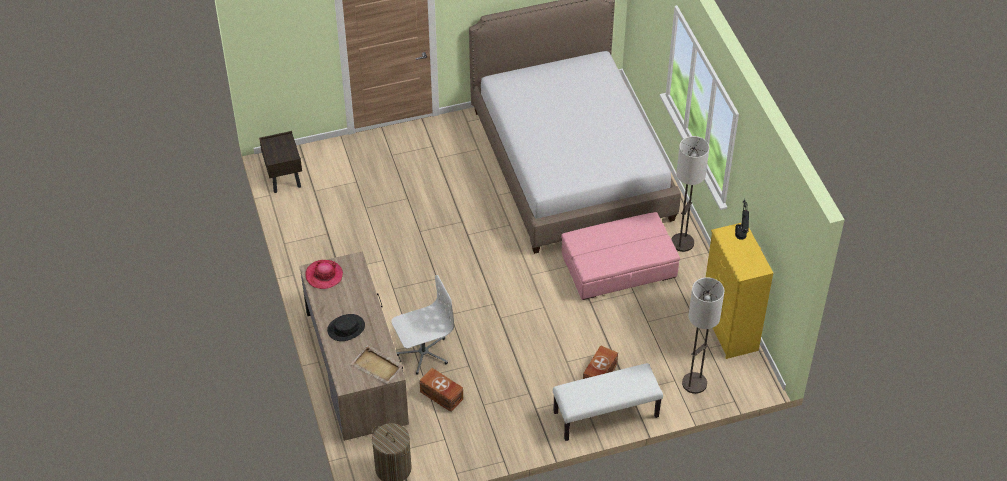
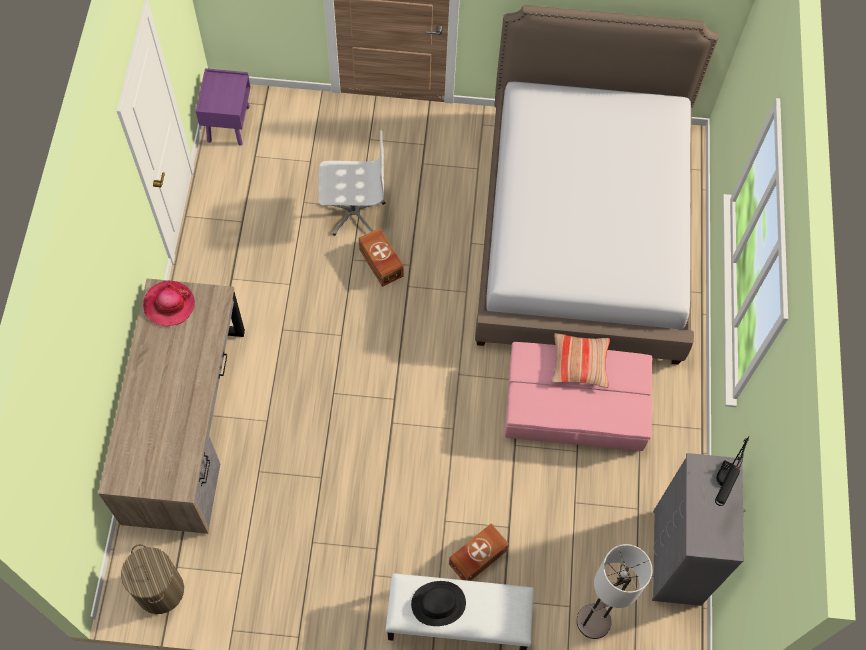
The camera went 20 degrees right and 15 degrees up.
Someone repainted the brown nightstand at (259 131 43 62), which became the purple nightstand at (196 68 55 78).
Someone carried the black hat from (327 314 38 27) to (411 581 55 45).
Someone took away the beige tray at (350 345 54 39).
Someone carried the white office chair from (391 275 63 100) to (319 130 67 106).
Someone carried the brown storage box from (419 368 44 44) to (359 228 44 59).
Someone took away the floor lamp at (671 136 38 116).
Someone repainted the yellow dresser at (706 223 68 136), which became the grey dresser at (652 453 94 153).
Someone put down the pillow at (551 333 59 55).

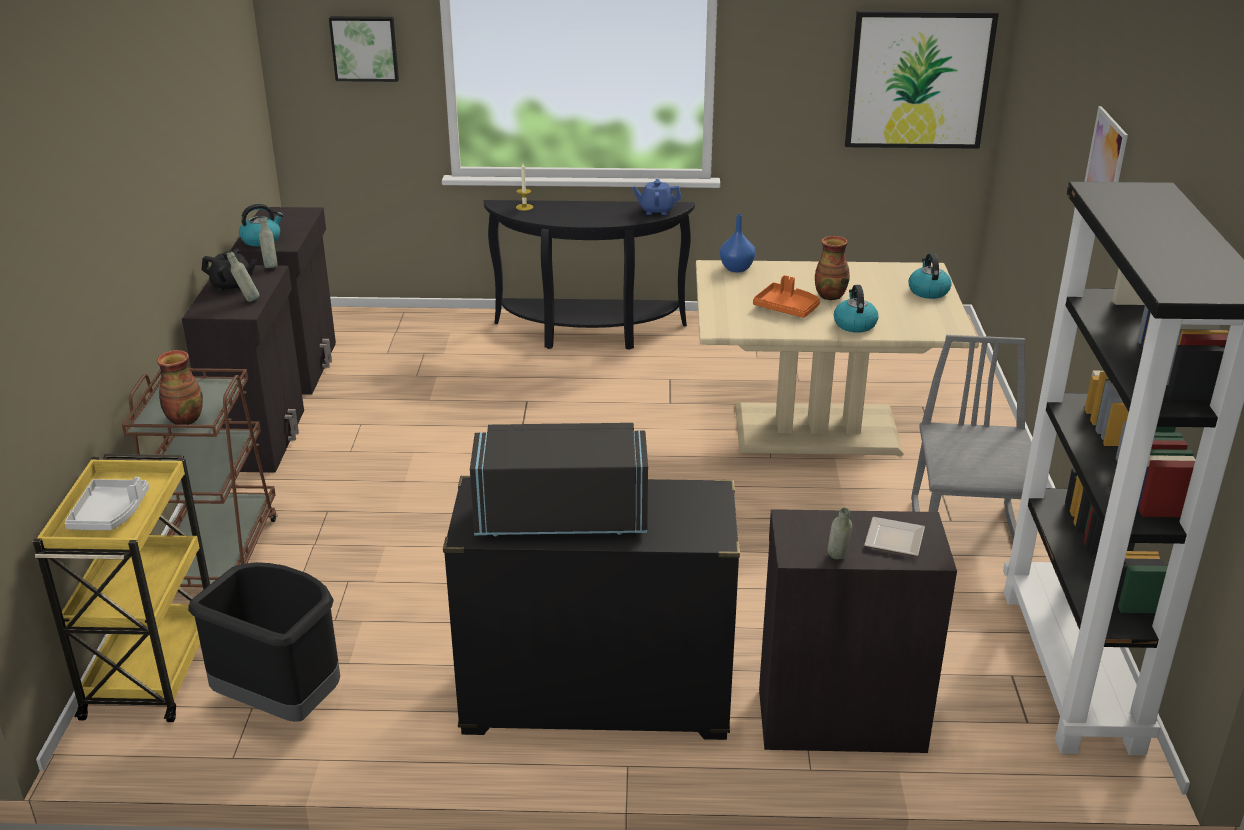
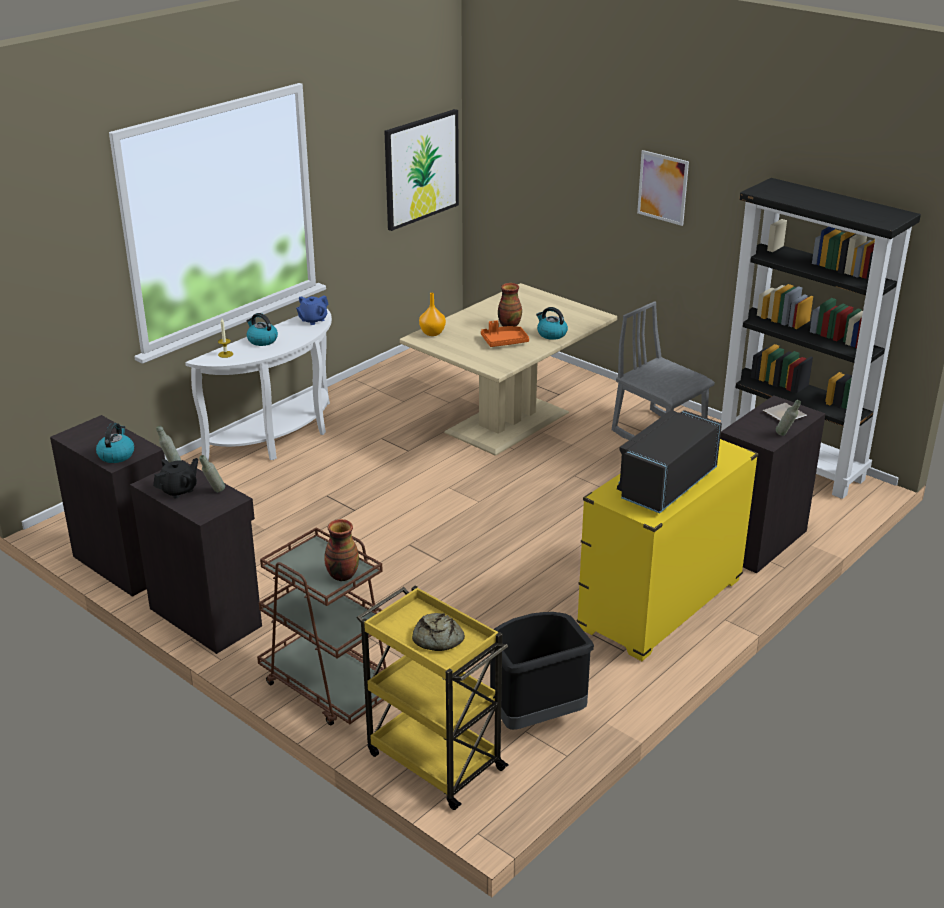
The camera went 50 degrees left and 0 degrees up.
Someone swapped the grey tray at (65 477 84 53) for the bread at (412 613 53 38).
Someone took away the picture at (329 16 70 66).
Someone repainted the black dresser at (443 476 297 264), which became the yellow dresser at (577 439 181 222).
Someone repainted the black console table at (484 200 211 150), which became the white console table at (185 309 147 153).
Someone repainted the blue vase at (720 214 35 58), which became the orange vase at (419 293 27 43).
Someone carried the kettle from (908 253 44 46) to (246 313 32 33).

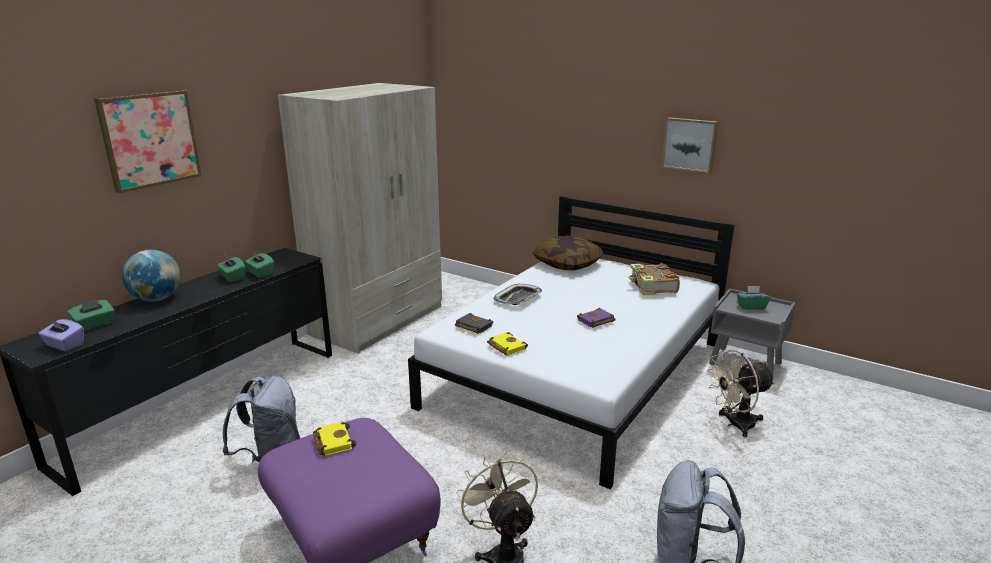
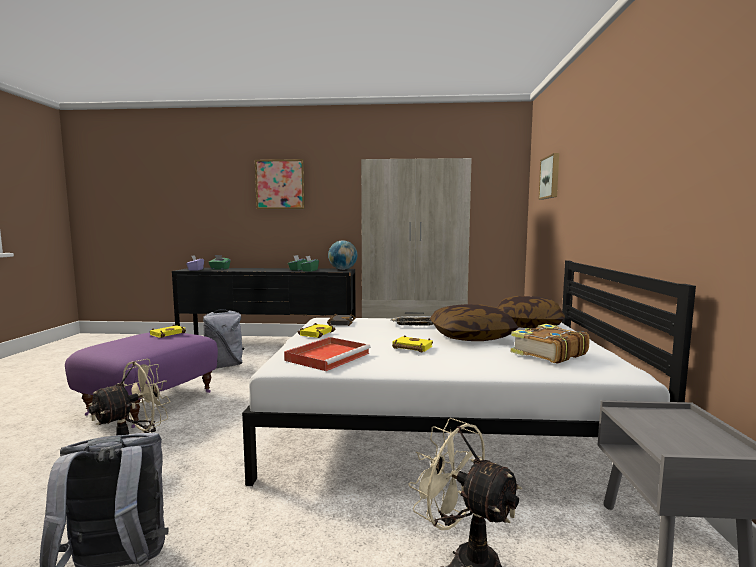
The camera went 60 degrees right and 15 degrees down.
Someone carried the globe from (122 250 59 51) to (328 240 29 30).
Someone repainted the purple book at (577 308 39 20), which became the yellow book at (392 335 41 17).
Someone carried the picture from (662 117 56 56) to (538 153 21 47).
Someone took away the green tissue box at (737 286 34 24).
Someone put down the red tray at (284 337 87 34).
Someone put down the pillow at (430 304 88 37).

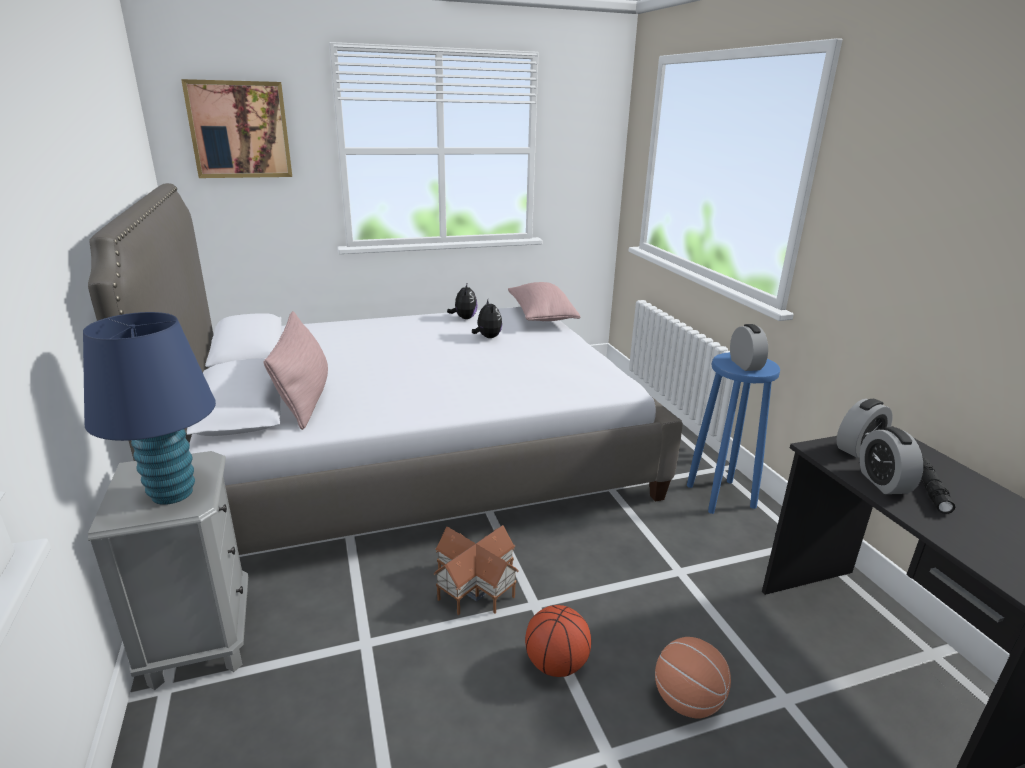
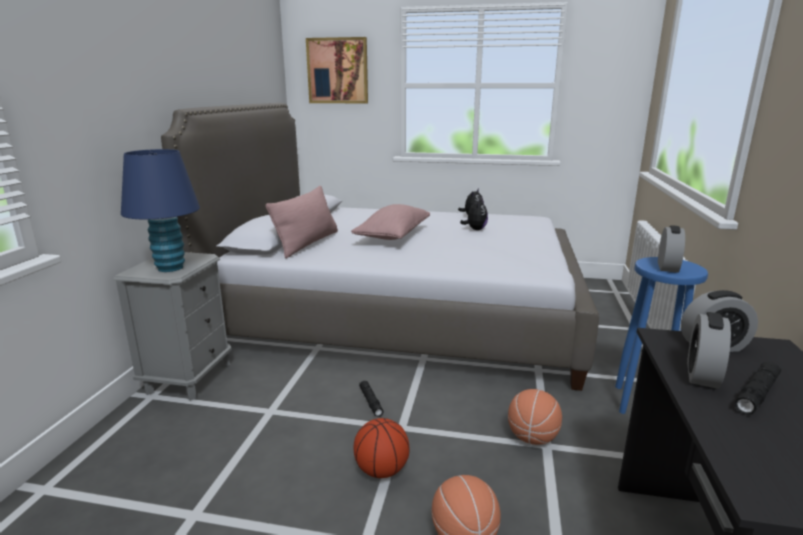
The camera went 30 degrees right and 5 degrees down.
Someone swapped the toy house at (434 525 85 90) for the black flashlight at (359 381 24 36).
Someone carried the pink pillow from (508 282 73 39) to (351 204 79 36).
Someone put down the basketball at (508 389 54 56).

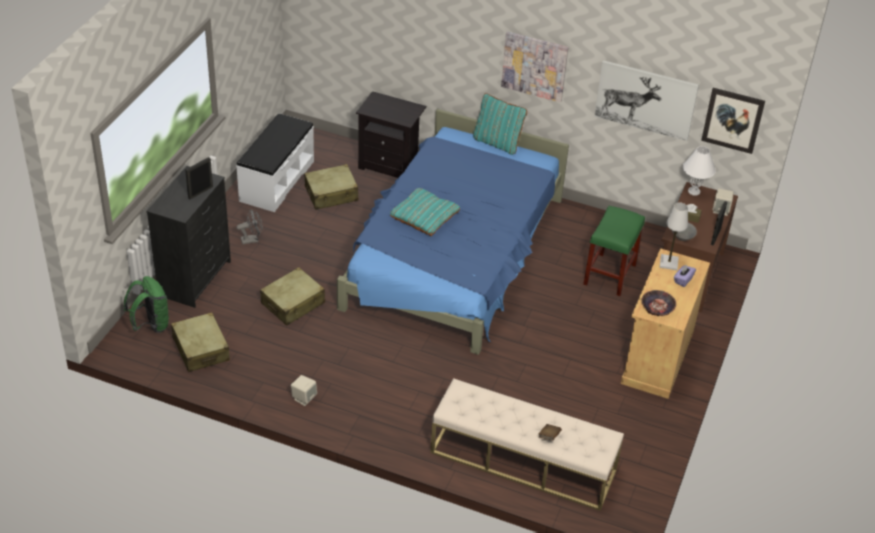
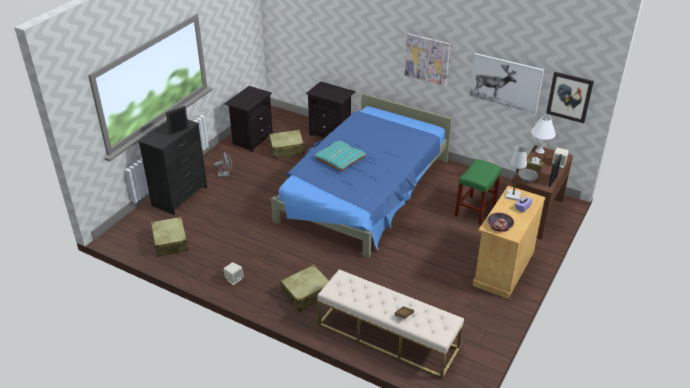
The camera went 10 degrees right and 5 degrees down.
Someone took away the green backpack at (124 276 45 57).
Someone swapped the white bench at (236 114 78 98) for the black nightstand at (224 86 49 67).
Someone carried the beige suitcase from (260 267 65 59) to (280 264 49 48).
Someone took away the turquoise pillow at (473 93 54 62).

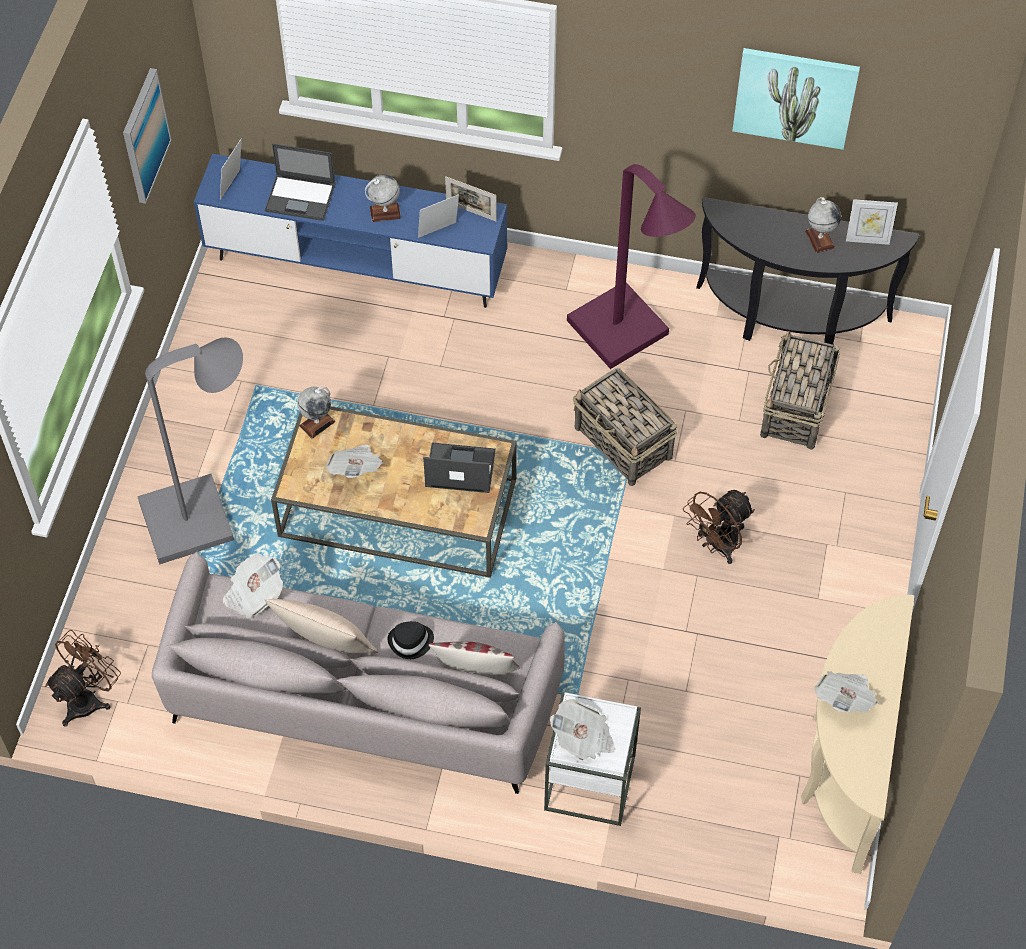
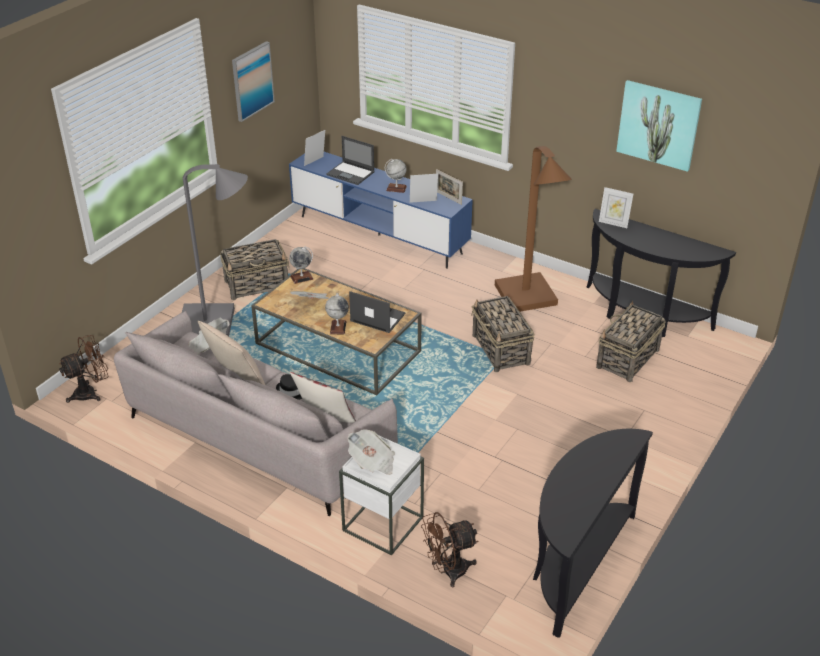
The camera went 20 degrees right and 20 degrees down.
Someone repainted the purple floor lamp at (567 164 129 205), which became the brown floor lamp at (495 146 77 166).
Someone carried the brown fan from (683 490 72 74) to (421 512 57 75).
Someone repainted the beige console table at (801 595 113 279), which became the black console table at (533 429 120 209).
Someone carried the globe from (805 197 36 56) to (325 293 24 42).
Someone took away the newspaper at (814 671 63 42).
Someone carried the picture frame from (846 199 52 46) to (599 187 34 41).
Someone put down the basket at (220 239 69 61).

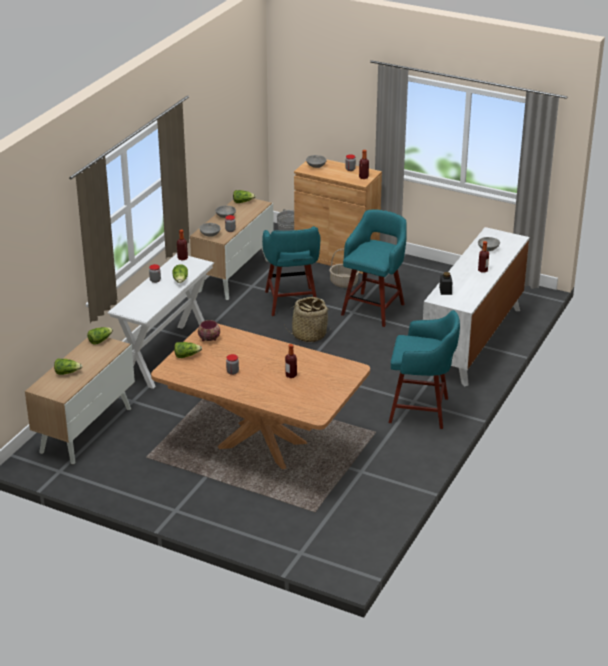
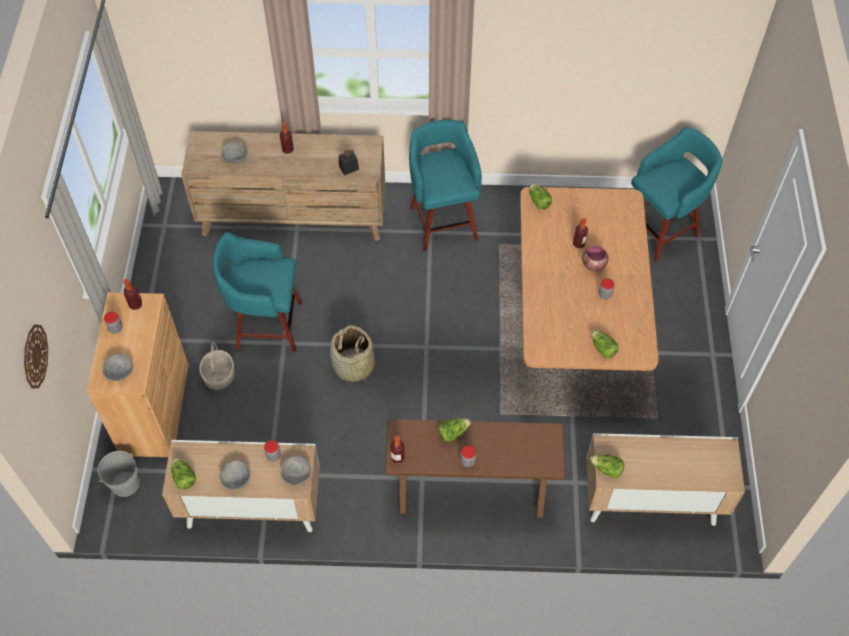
The camera went 115 degrees left and 25 degrees up.
Someone carried the lettuce from (54 359 29 16) to (530 184 22 26).
Someone repainted the white console table at (108 254 106 135), which became the brown console table at (385 419 180 99).
Someone carried the bowl from (198 320 22 21) to (582 246 27 25).
Someone carried the turquoise stool from (262 226 58 90) to (631 127 92 135).
Someone repainted the white dresser at (423 227 106 159), which became the brown dresser at (181 131 204 110).
Someone put up the wall clock at (24 324 24 65).

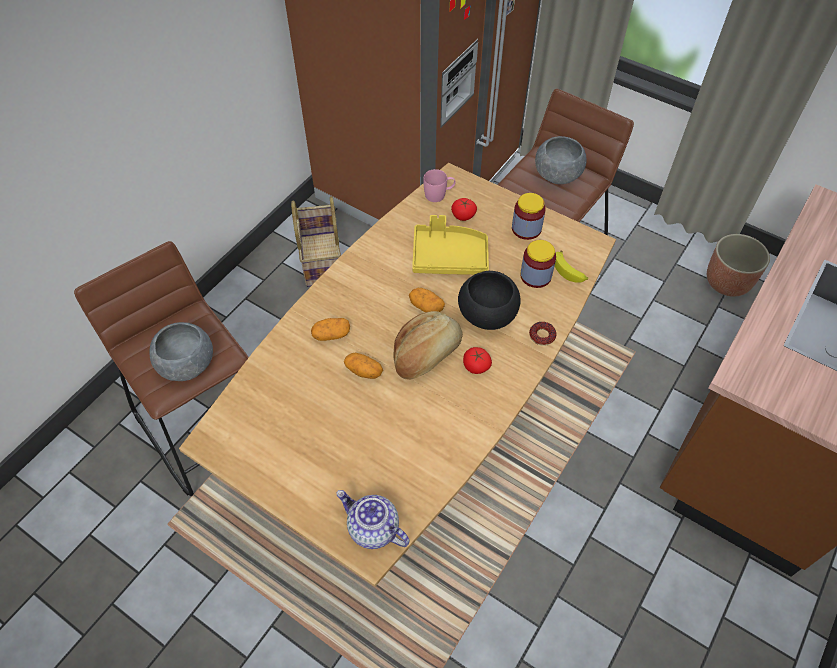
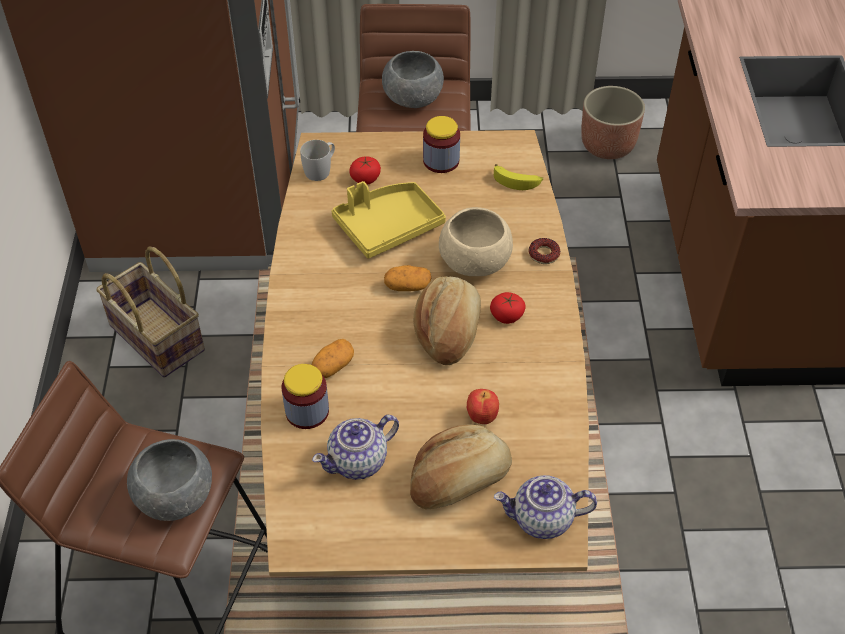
The camera went 35 degrees left and 5 degrees down.
Someone took away the potato at (344 353 39 26).
Someone repainted the pink mug at (424 169 31 33), which became the white mug at (300 140 35 41).
Someone repainted the black bowl at (458 271 63 59), which became the beige bowl at (439 207 74 69).
Someone carried the jar from (520 240 36 48) to (282 364 47 65).
Someone put down the teapot at (312 415 87 65).
Someone put down the bread at (410 424 102 85).
Someone put down the apple at (467 389 32 35).

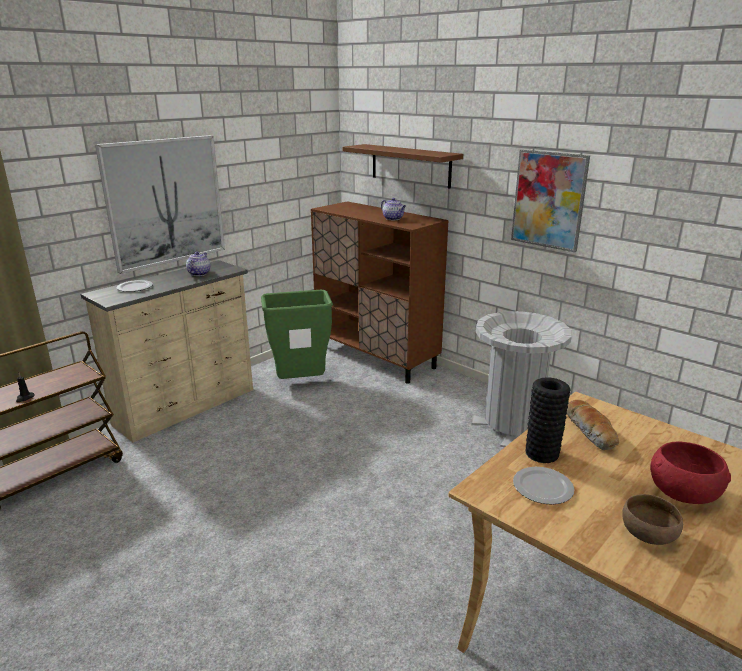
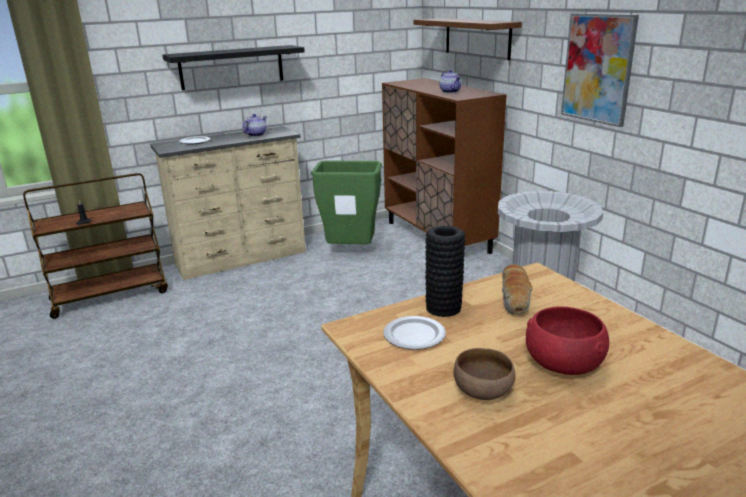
The camera went 20 degrees right and 0 degrees up.
Someone swapped the picture at (95 135 130 139) for the black shelf at (162 45 143 45).

